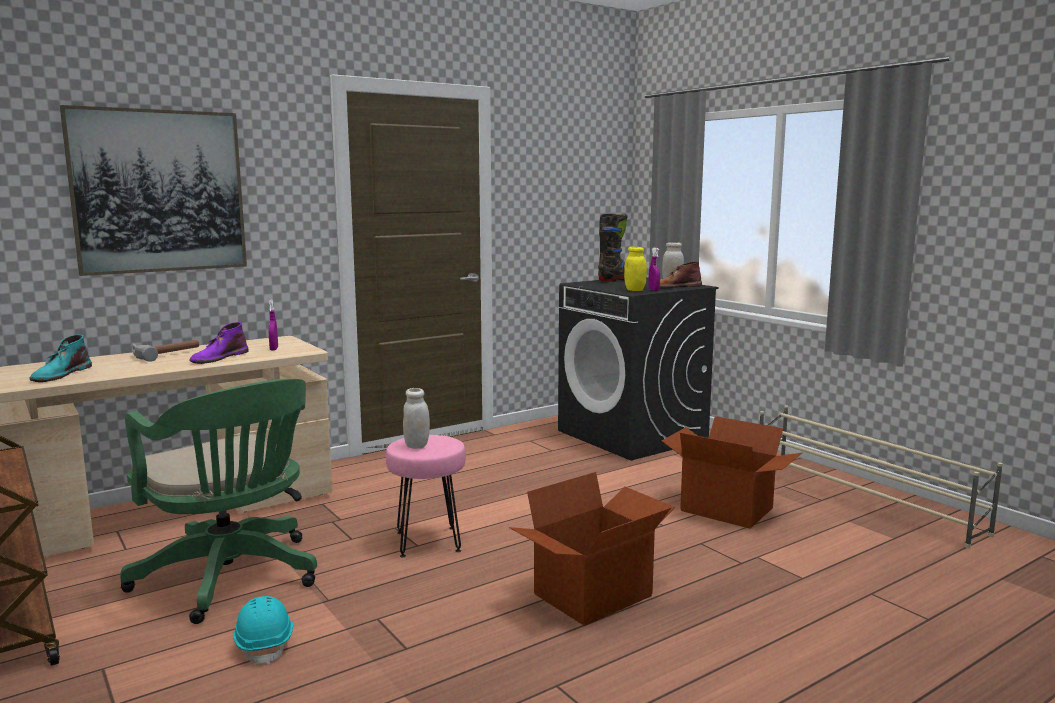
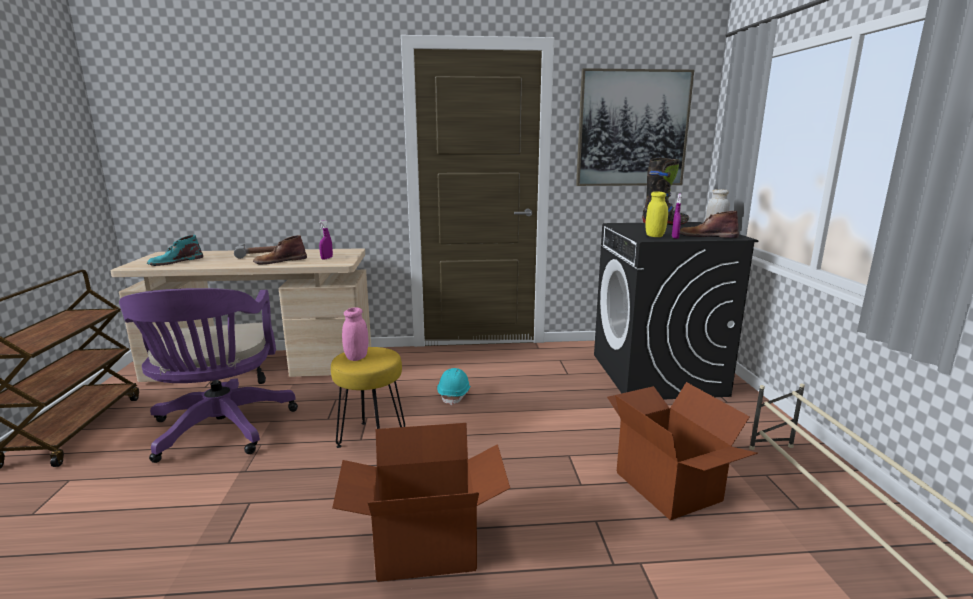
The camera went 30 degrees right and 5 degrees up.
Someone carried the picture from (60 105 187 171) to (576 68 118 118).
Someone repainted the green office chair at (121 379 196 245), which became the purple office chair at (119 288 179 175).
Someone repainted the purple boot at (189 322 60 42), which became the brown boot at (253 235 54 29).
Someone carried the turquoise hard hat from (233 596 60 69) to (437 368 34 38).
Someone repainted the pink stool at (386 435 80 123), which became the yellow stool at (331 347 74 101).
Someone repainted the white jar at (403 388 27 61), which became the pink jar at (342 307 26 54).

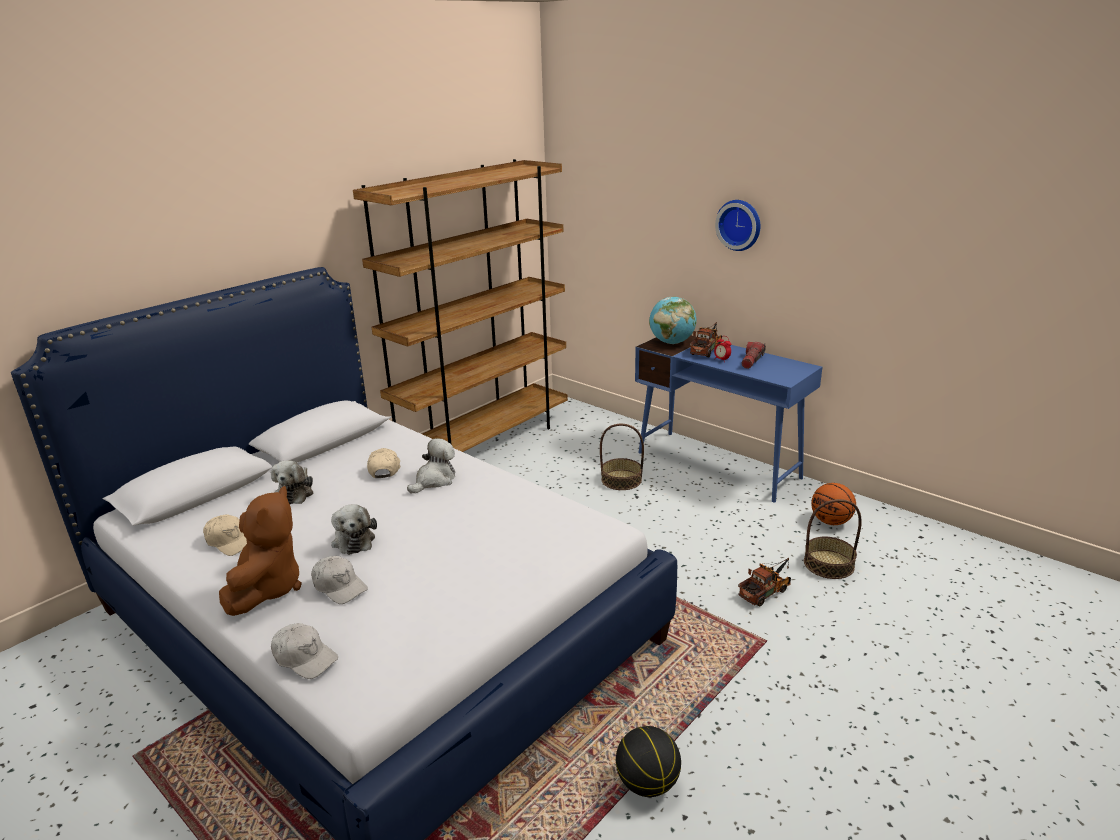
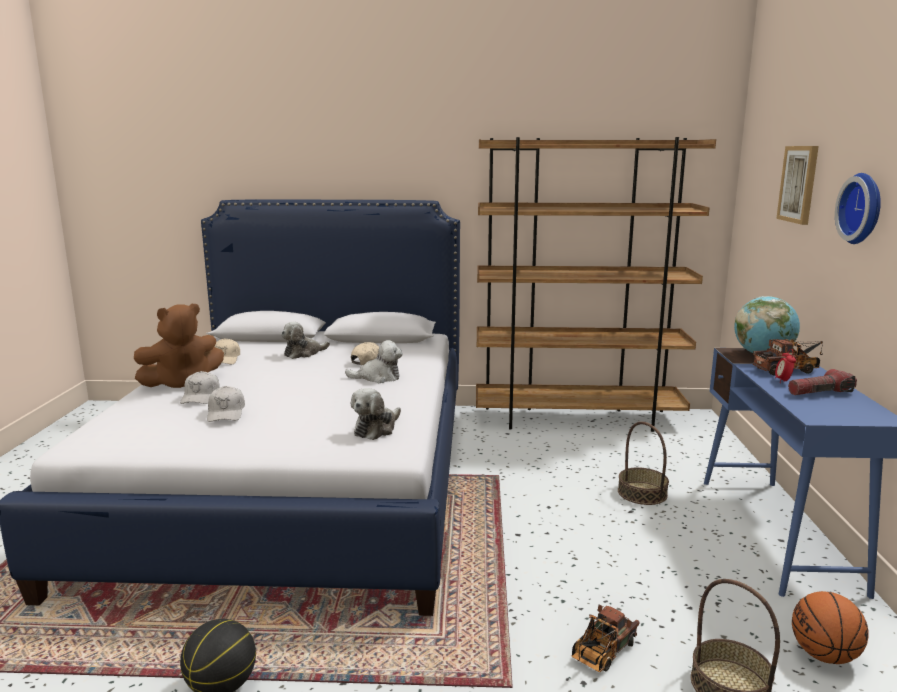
The camera went 50 degrees right and 10 degrees down.
Someone carried the white cap from (271 623 67 56) to (207 386 38 36).
Someone carried the plush toy from (331 504 46 51) to (351 388 50 52).
Someone rotated the toy truck at (738 558 53 49) by 120 degrees clockwise.
Someone put up the picture at (776 146 43 79).

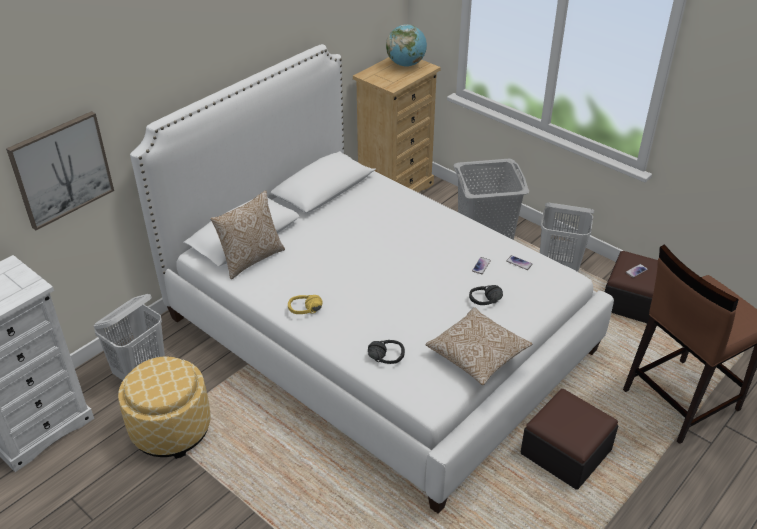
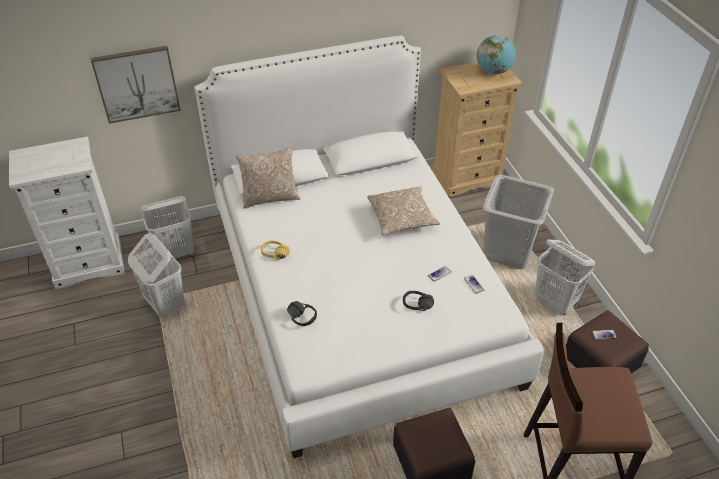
The camera went 30 degrees right and 5 degrees up.
Someone swapped the ottoman at (118 357 93 102) for the white laundry basket at (128 233 57 84).
Someone carried the pillow from (426 307 106 78) to (367 186 73 49).

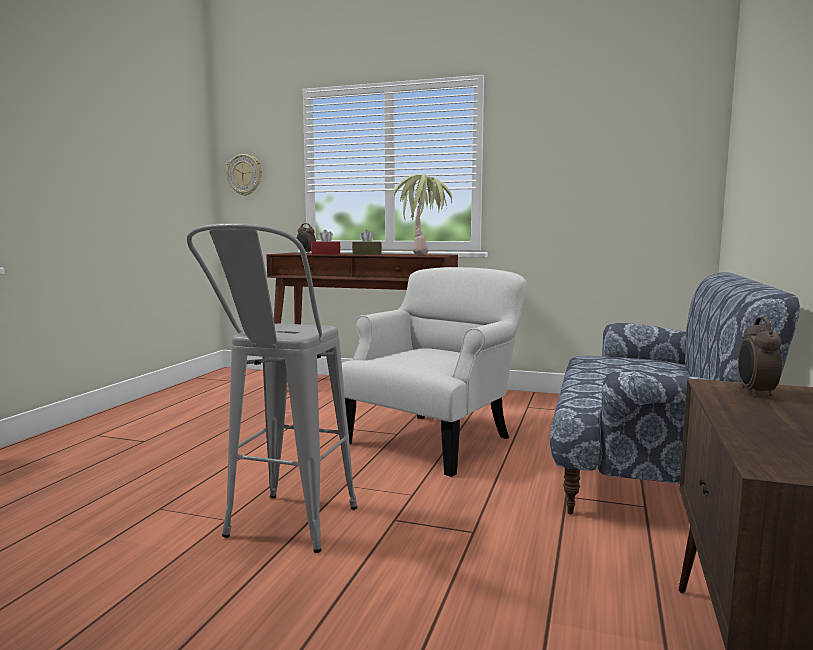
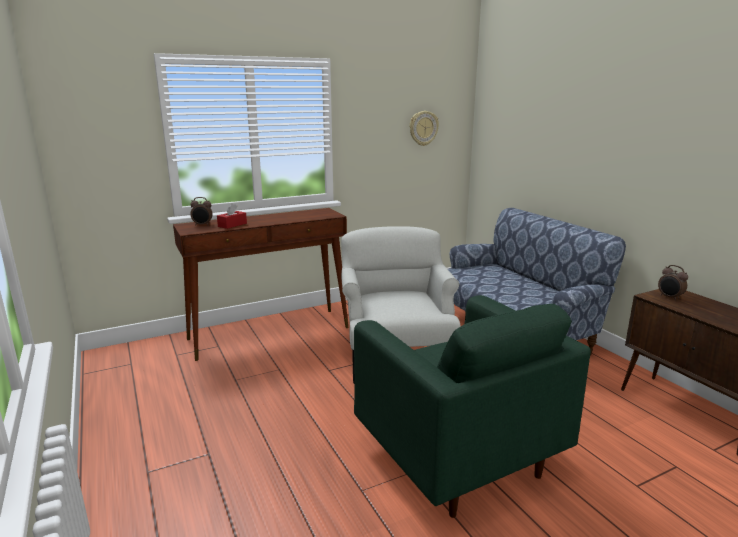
The camera went 45 degrees left and 10 degrees up.
Someone swapped the grey stool at (187 223 171 330) for the green armchair at (354 295 237 223).
Someone carried the wall clock from (226 154 36 42) to (410 111 29 35).
Someone took away the brown tissue box at (352 230 30 25).
Someone took away the potted plant at (393 174 59 82).

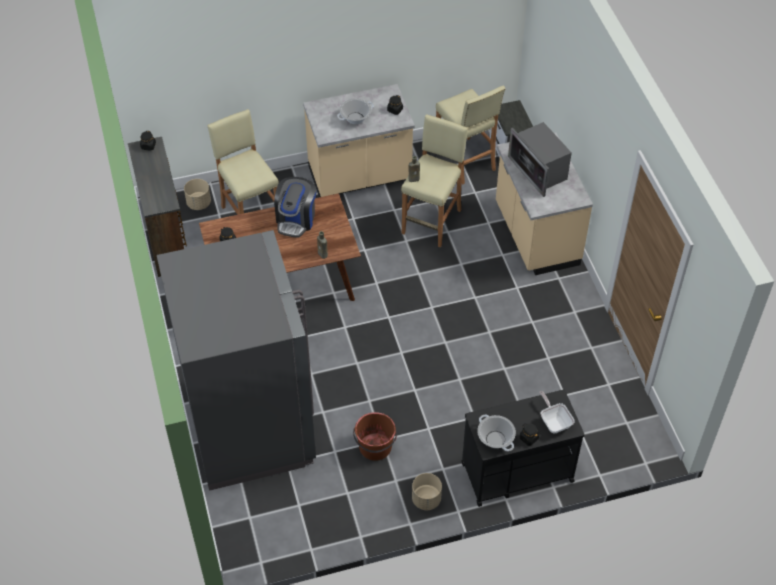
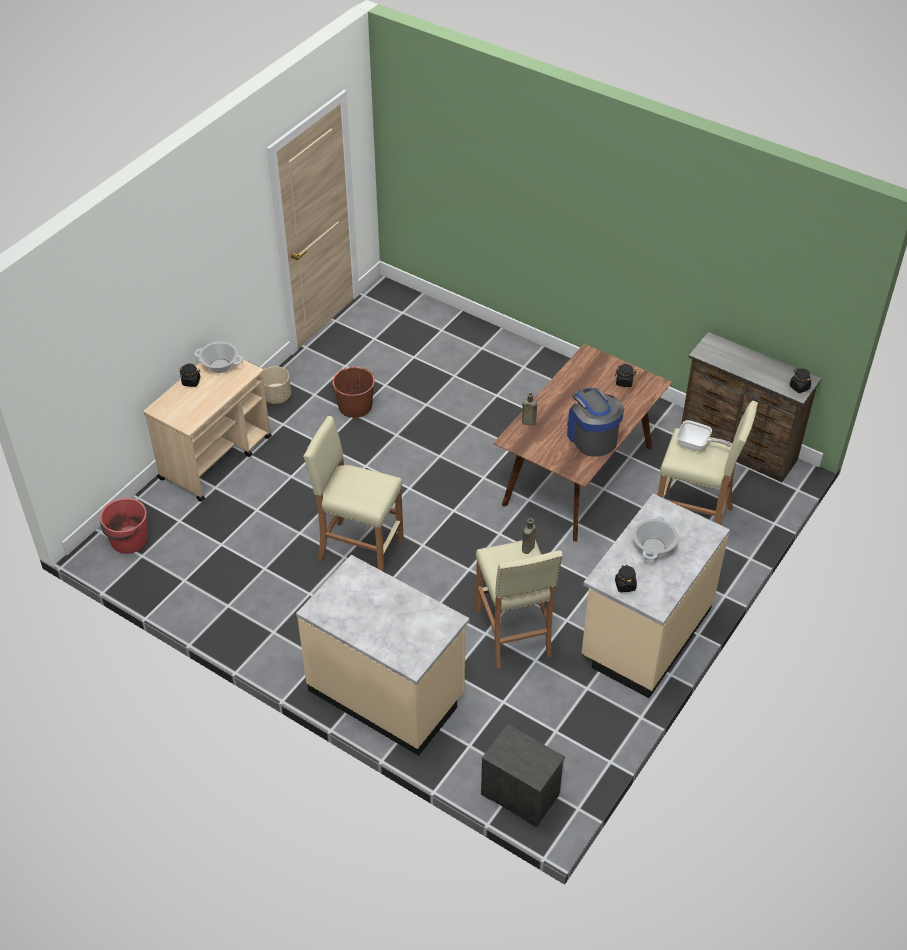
The camera went 140 degrees right and 5 degrees down.
Someone took away the grey fridge at (157 230 159 261).
Someone took away the beige planter at (184 179 27 31).
Someone carried the beige stool from (436 86 69 99) to (303 416 101 156).
Someone repainted the black cart at (461 390 124 117), which became the beige cart at (144 358 128 144).
Someone took away the microwave at (508 122 64 75).
Someone carried the frying pan from (539 391 36 43) to (676 420 55 31).
Someone put down the red bucket at (100 498 48 56).

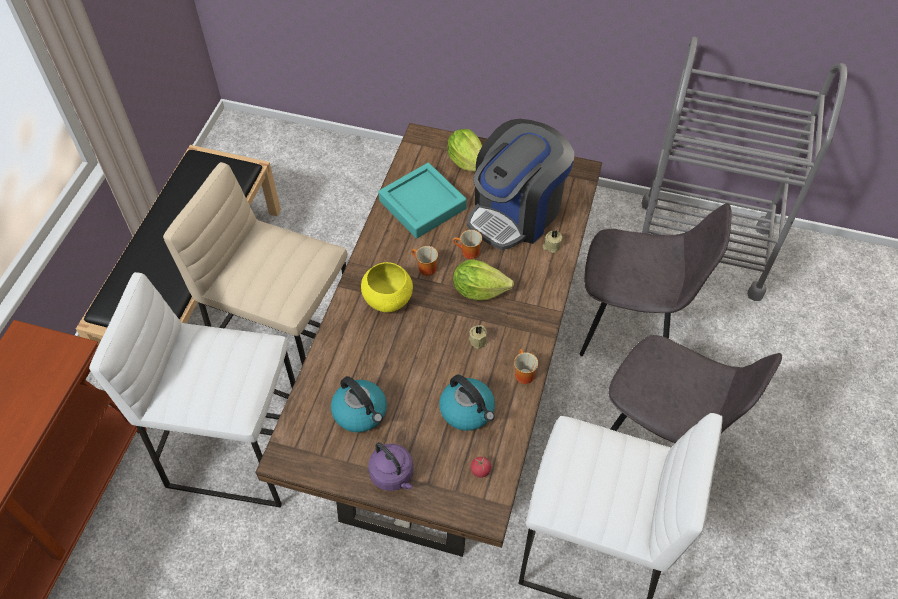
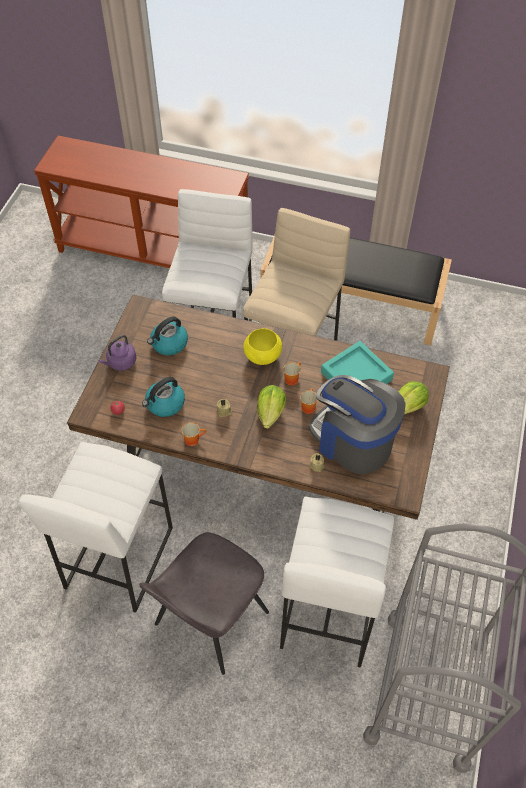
The camera went 90 degrees right and 0 degrees up.
Someone swapped the grey chair at (580 203 152 153) for the white stool at (280 497 114 171).

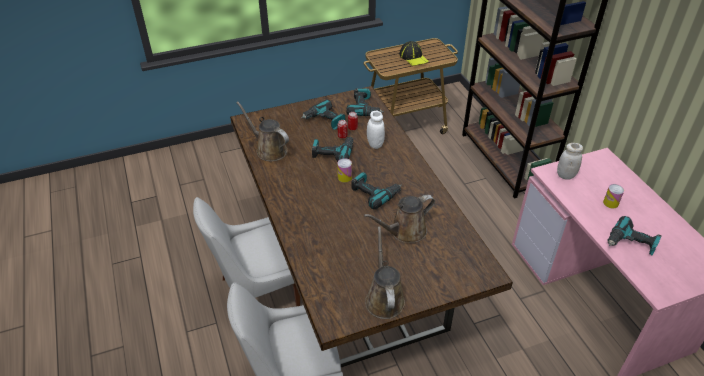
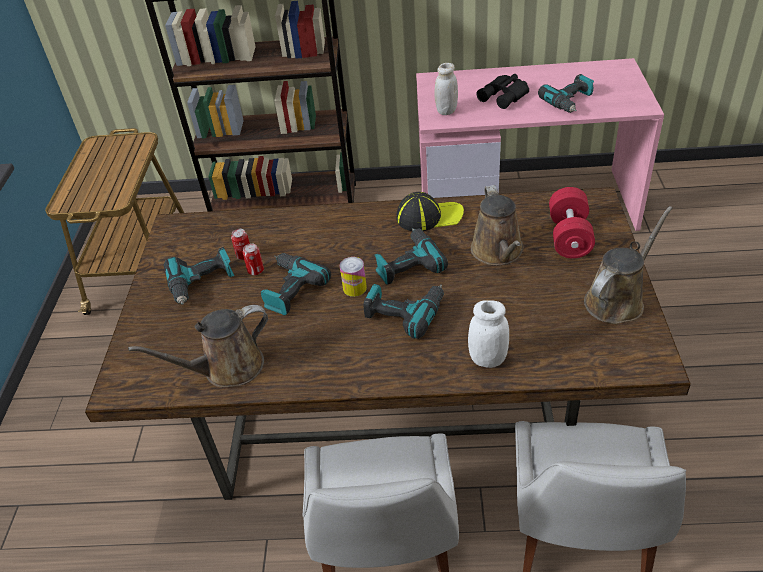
The camera went 65 degrees left and 0 degrees up.
Someone carried the power drill from (346 88 38 28) to (363 284 81 55).
Someone rotated the brown watering can at (365 226 40 93) by 120 degrees clockwise.
Someone carried the white jar from (367 111 18 38) to (468 300 41 68).
Someone carried the cap from (399 41 30 25) to (396 192 68 39).
Someone swapped the can at (603 184 21 25) for the black binoculars at (477 74 52 35).
Someone put down the red dumbbell at (549 187 46 72).

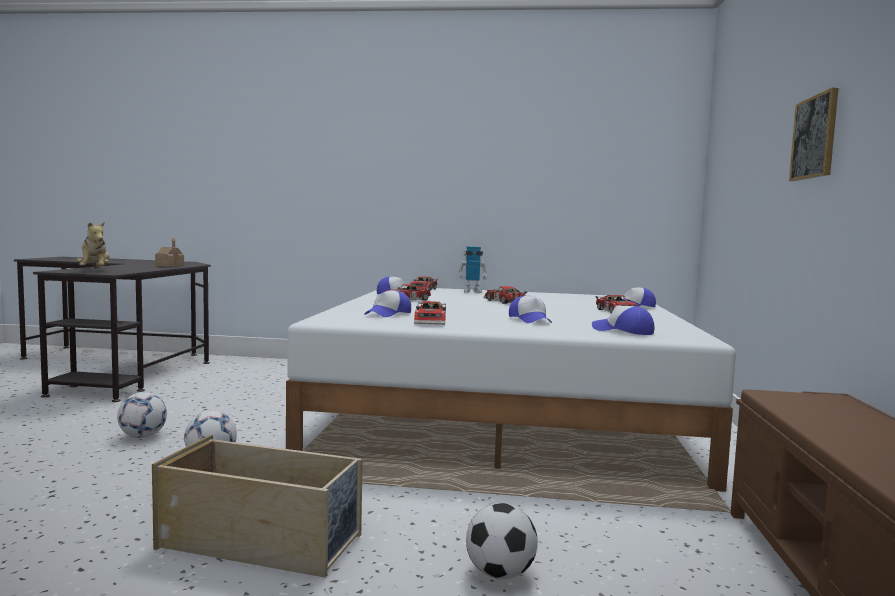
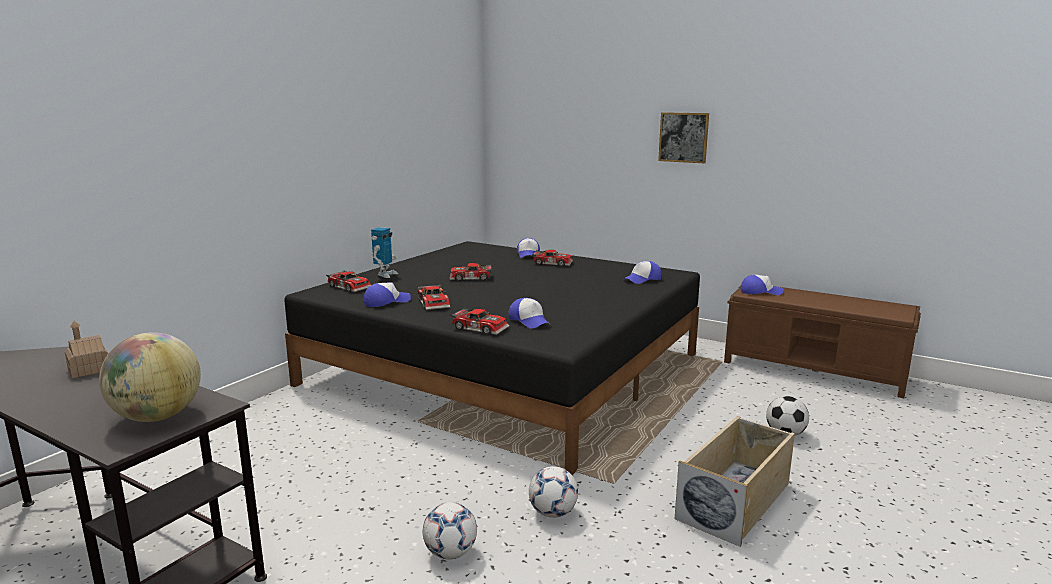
The camera went 65 degrees left and 10 degrees up.
Someone swapped the plush toy at (77 221 33 48) for the globe at (99 332 102 90).
Someone repainted the white bed at (286 288 450 204), which became the black bed at (284 241 416 234).
Someone carried the toy car from (414 301 32 24) to (450 308 59 27).
Someone carried the cap from (509 295 43 28) to (741 275 42 20).

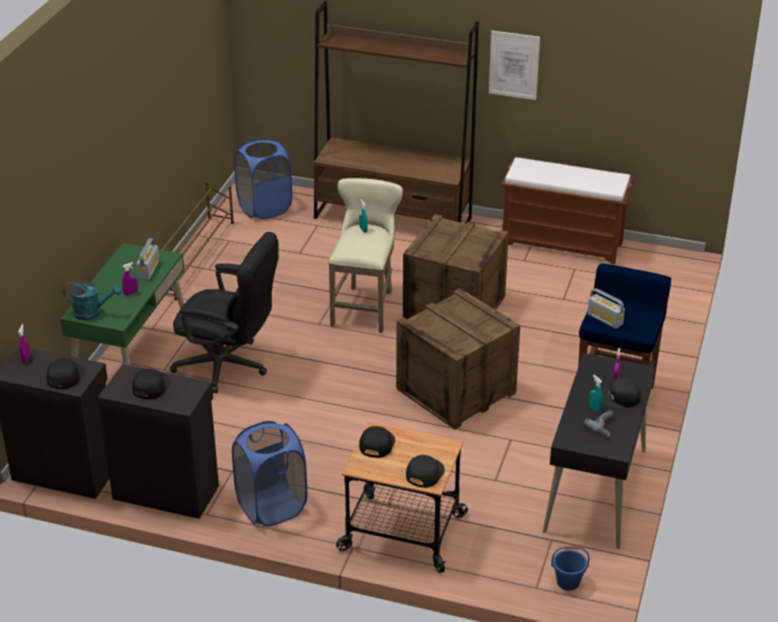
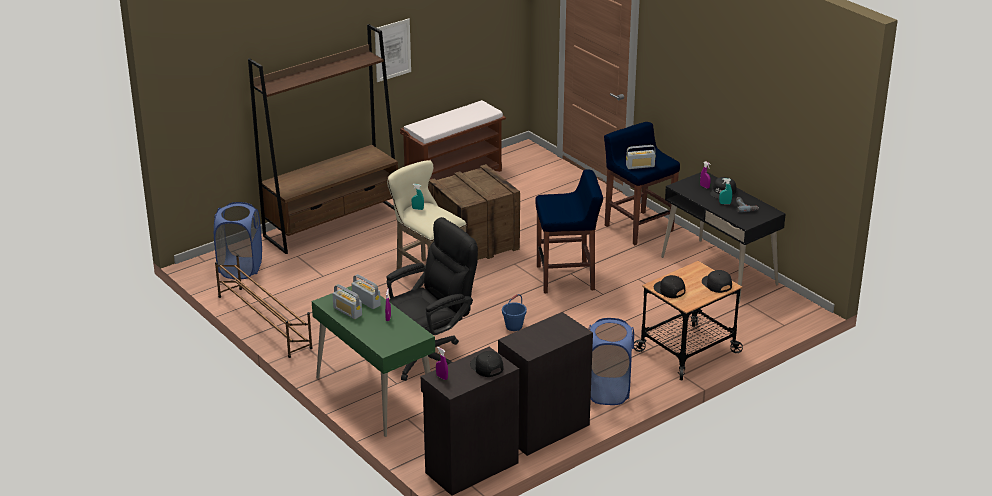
The camera went 55 degrees left and 5 degrees down.
Someone took away the turquoise watering can at (63 282 59 38).
Someone took away the black cap at (132 369 39 31).
Someone swapped the crate at (396 288 124 142) for the blue stool at (535 169 68 124).
Someone carried the blue bucket from (551 546 39 45) to (502 294 25 37).
Someone put down the radio at (332 284 30 35).

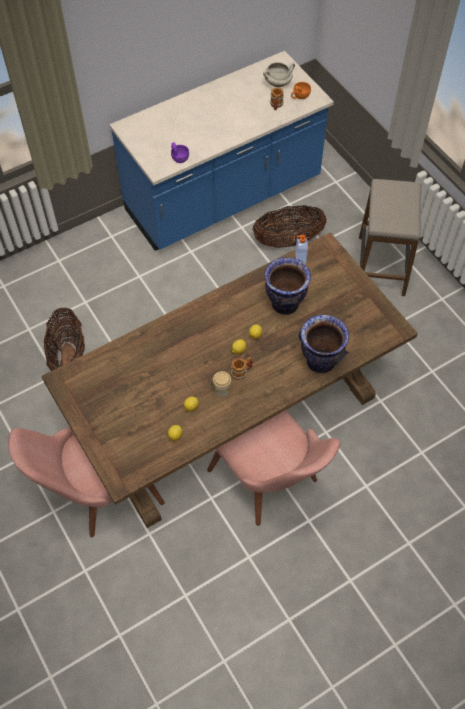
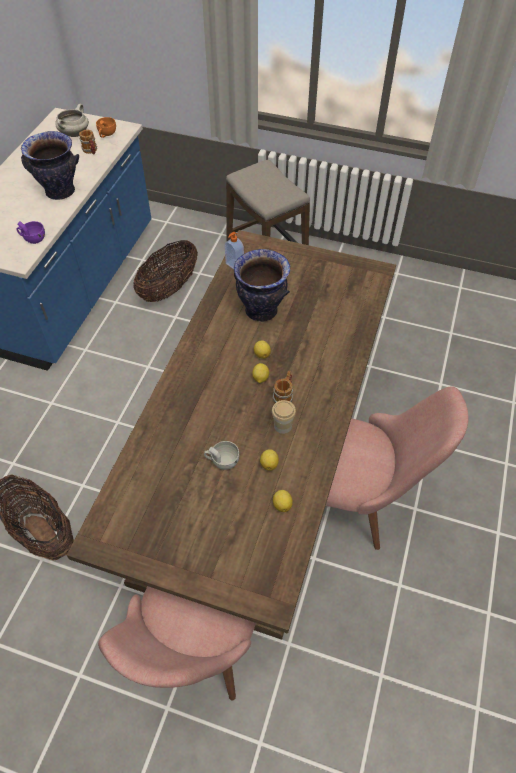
The camera went 40 degrees left and 5 degrees down.
Someone carried the vase from (299 315 50 59) to (21 131 58 69).
Someone put down the white cup at (204 441 35 29).

